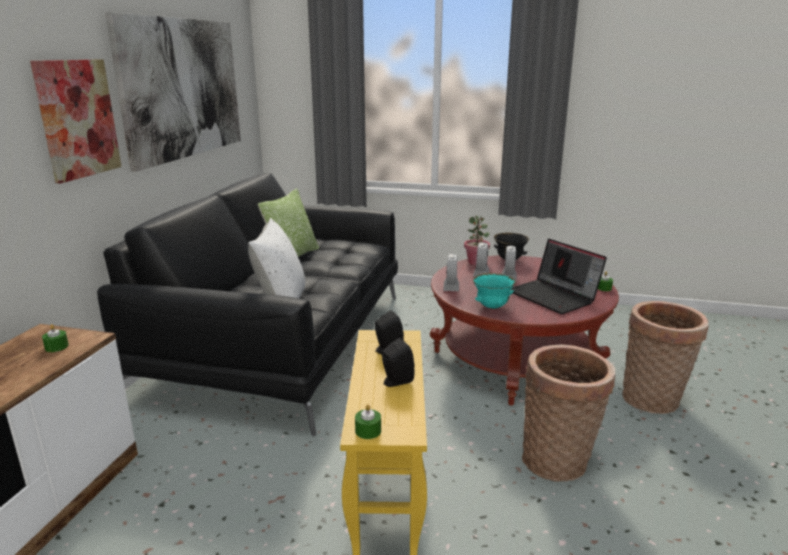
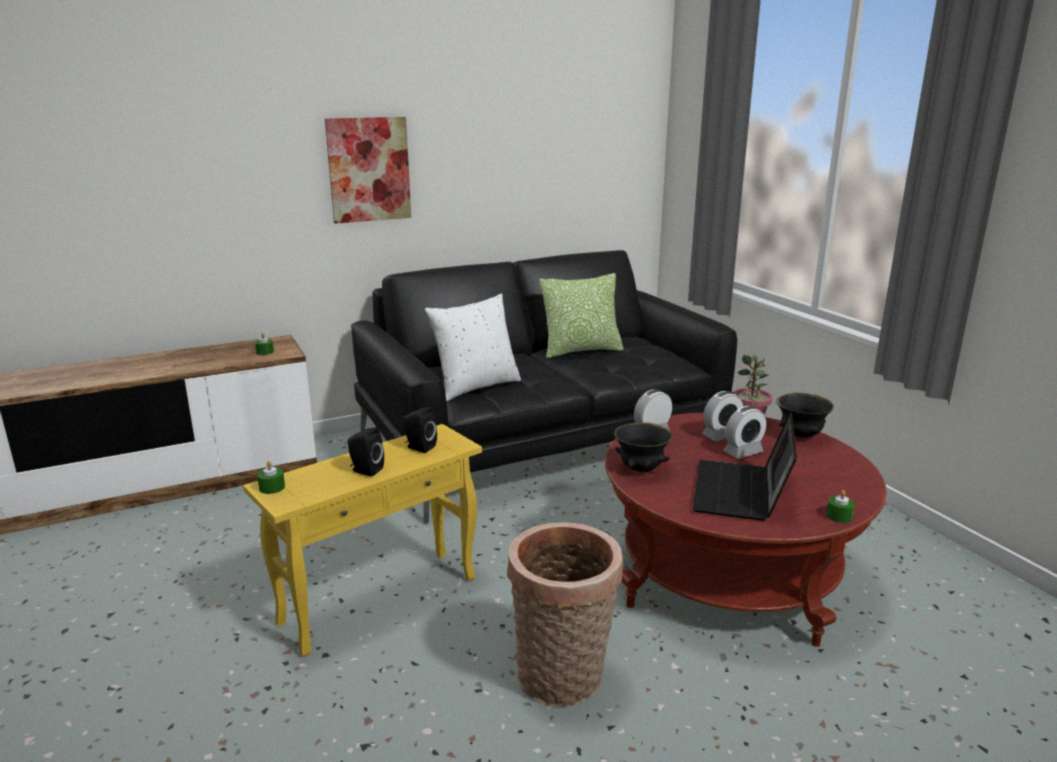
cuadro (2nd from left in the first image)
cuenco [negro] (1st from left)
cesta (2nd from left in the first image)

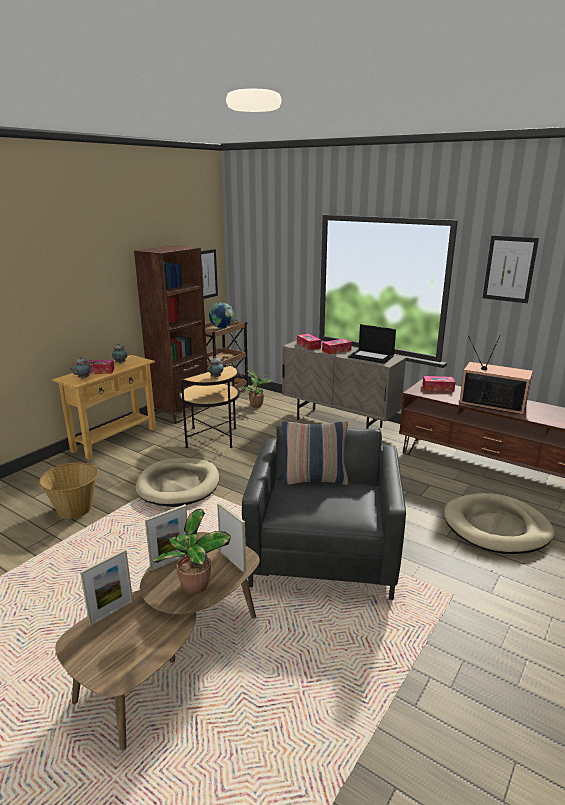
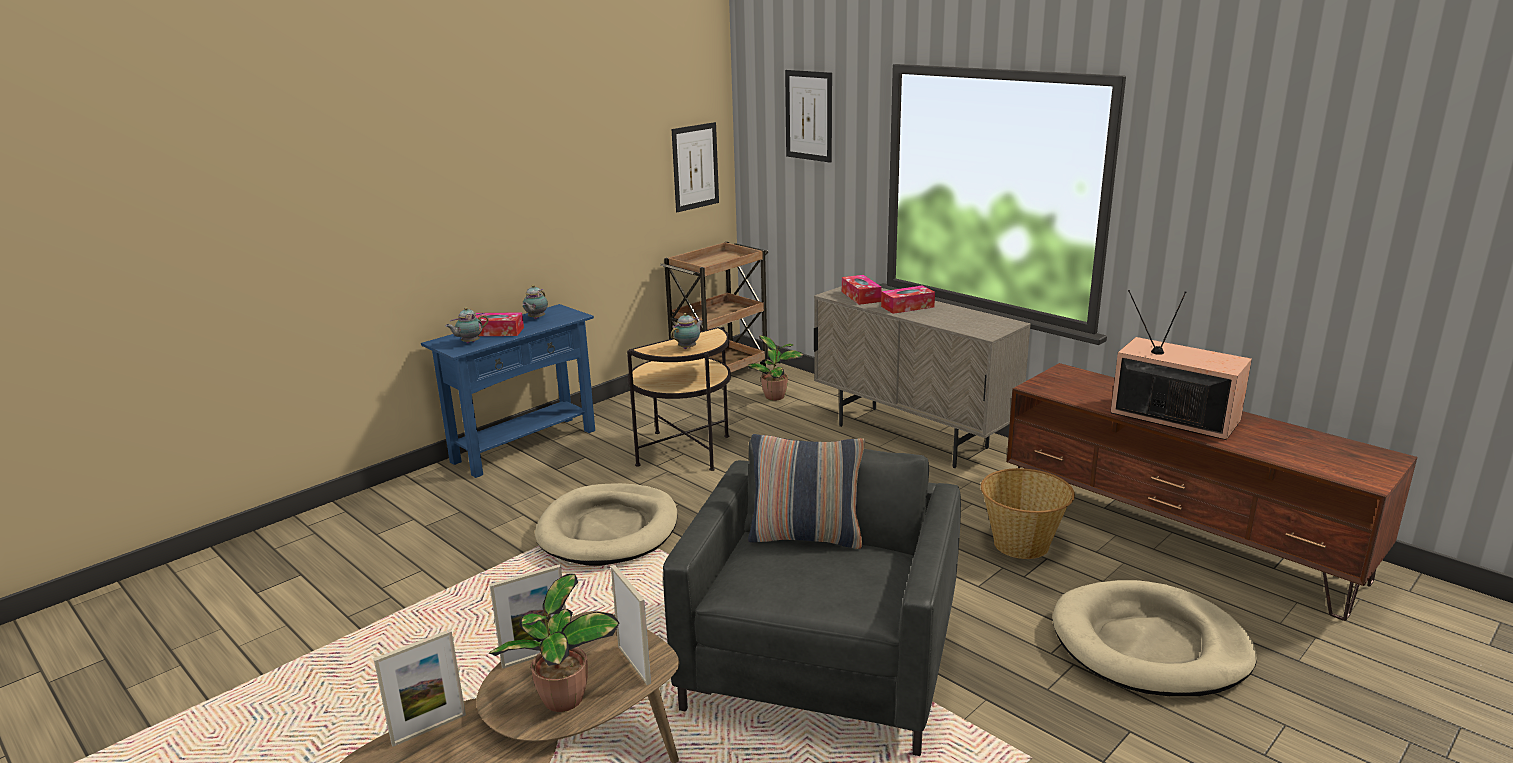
cesta
mesa consola [azul]
estantería [marrón]
globo terráqueo
portátil
caja de pañuelos (4th from left in the first image)
cuadro (2nd from left)

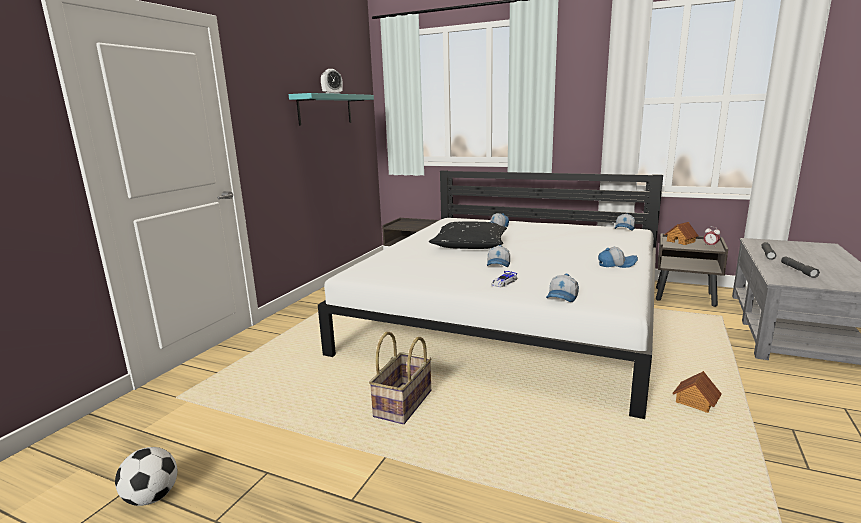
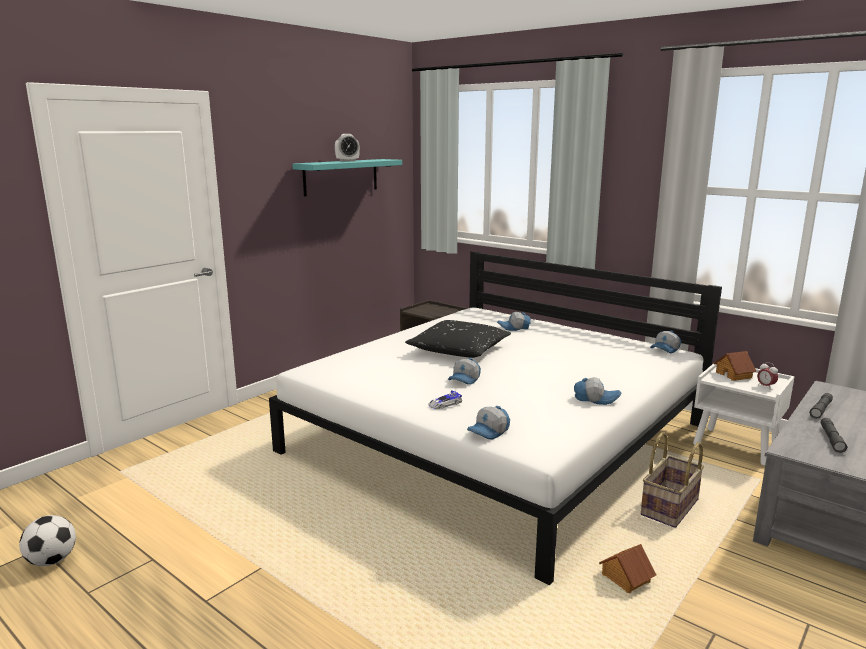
cesta
mesita de noche [blanco]

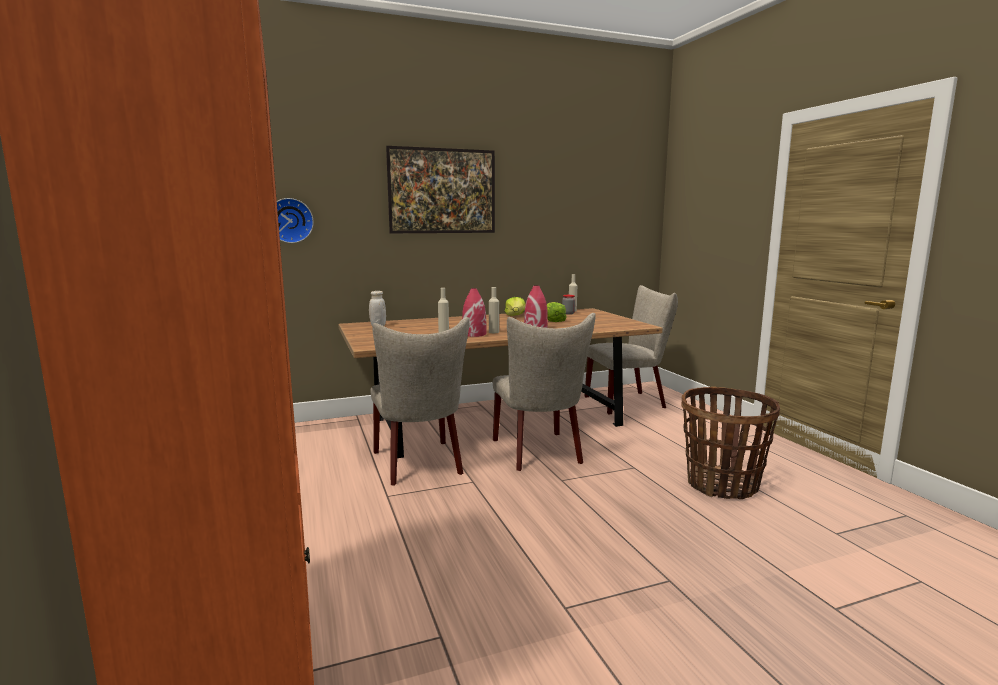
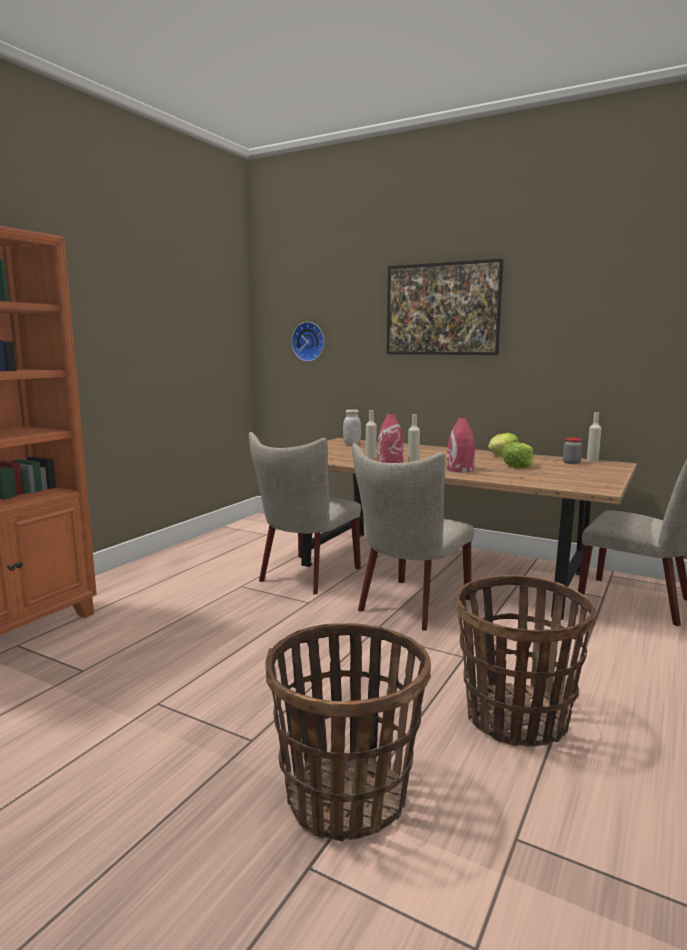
cesta (1st from left)

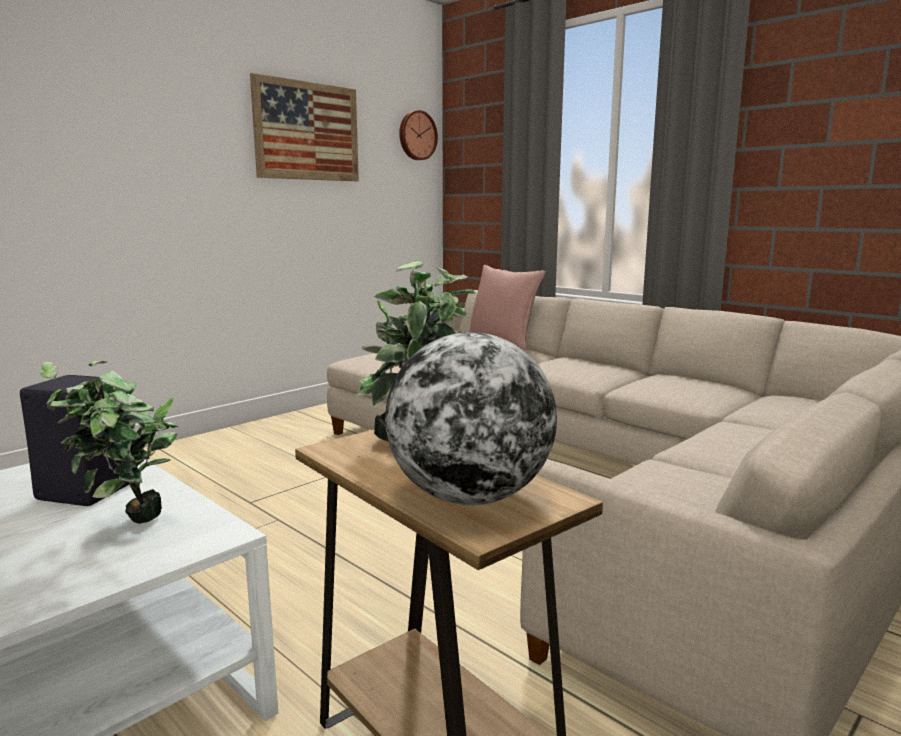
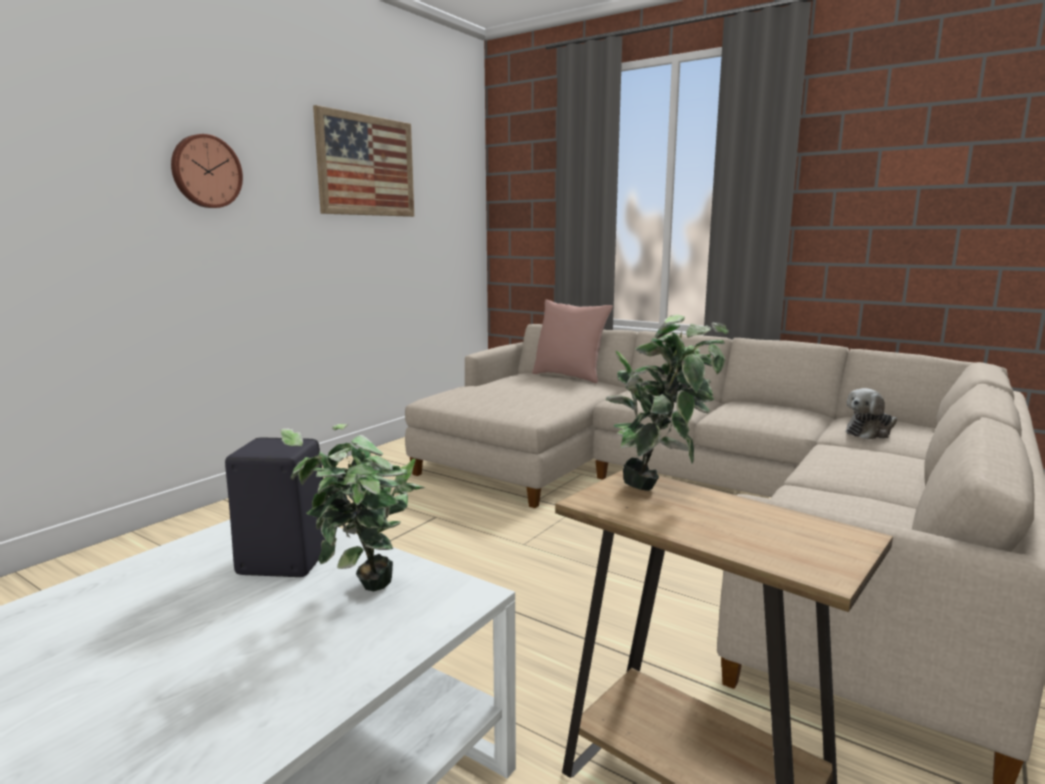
globo terráqueo
reloj de pared
peluche

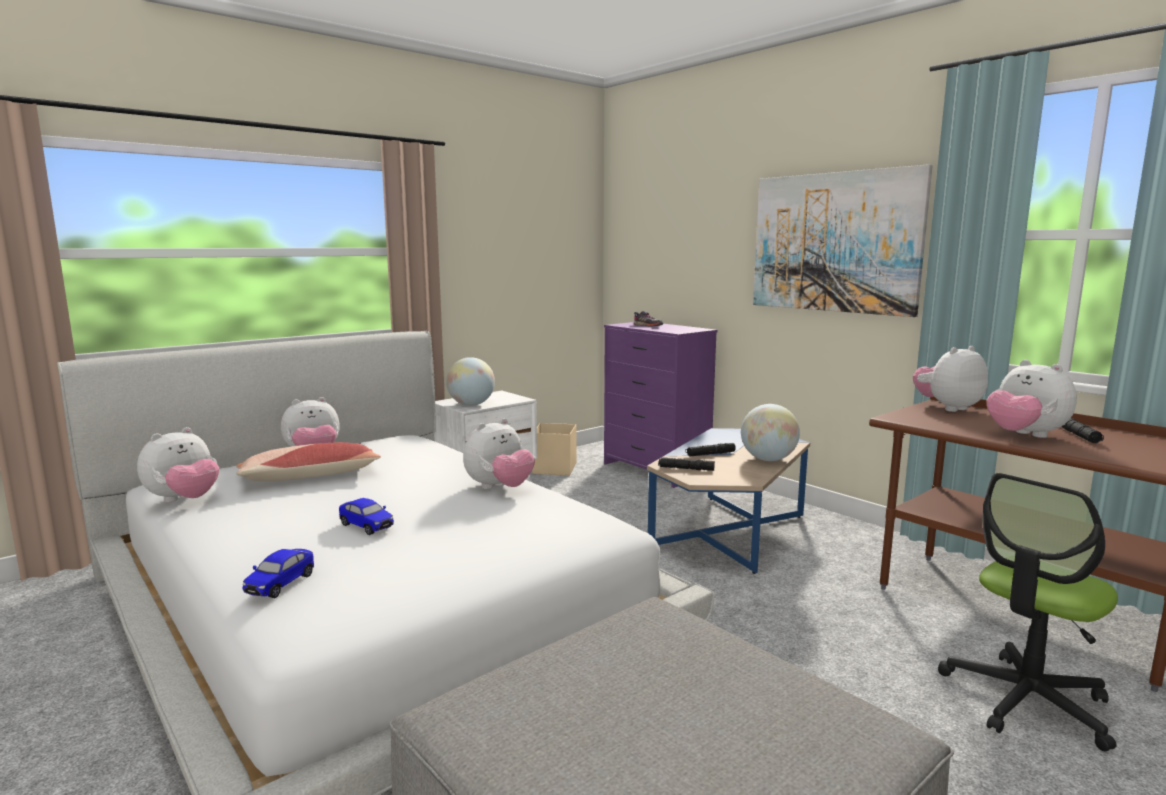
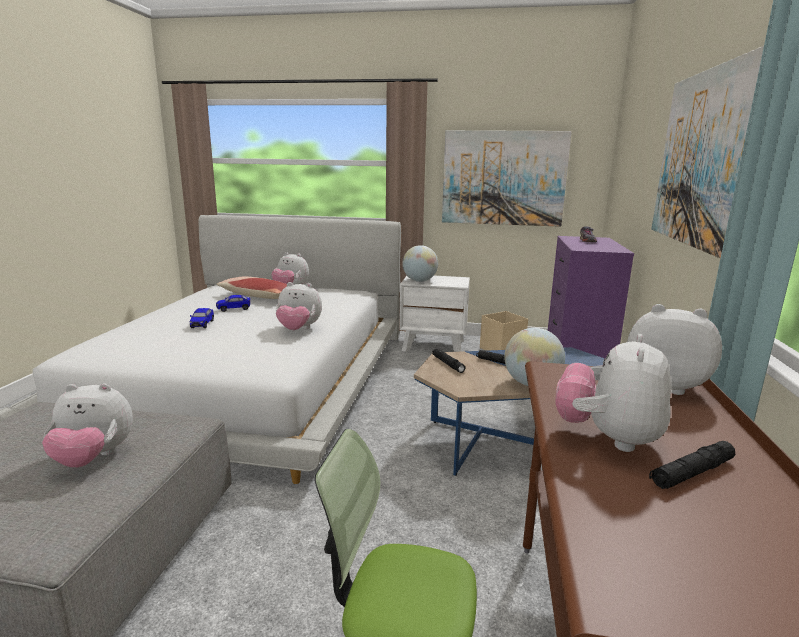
peluche (1st from left)
coche de juguete (2nd from left)
cuadro (1st from left)

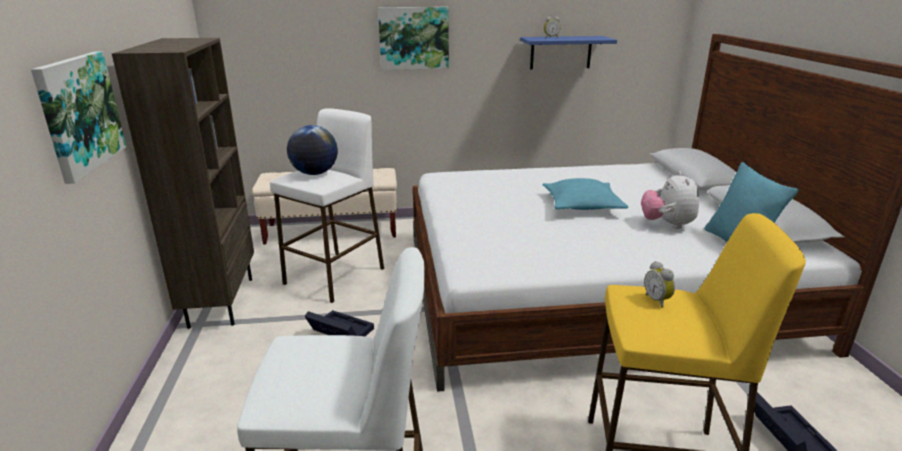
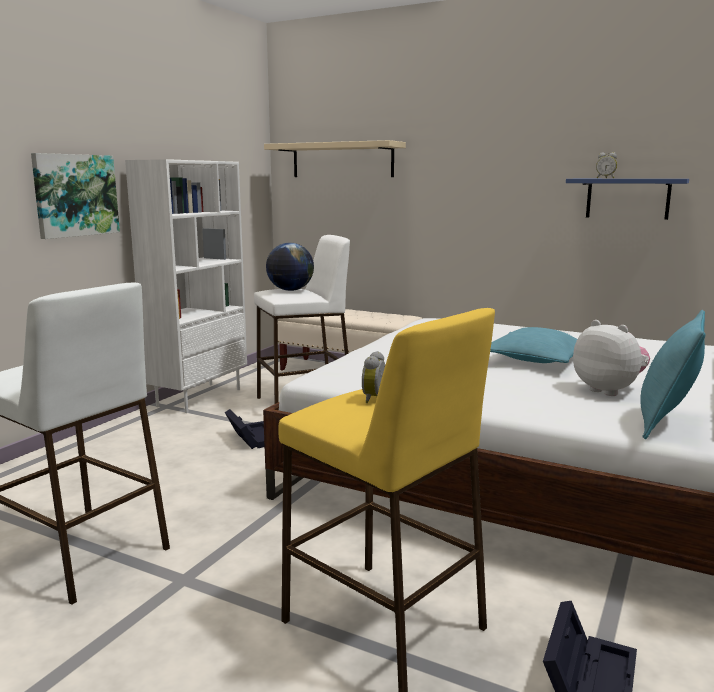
estantería [blanco]
cuadro (2nd from left in the first image)
peluche
estante [beis]

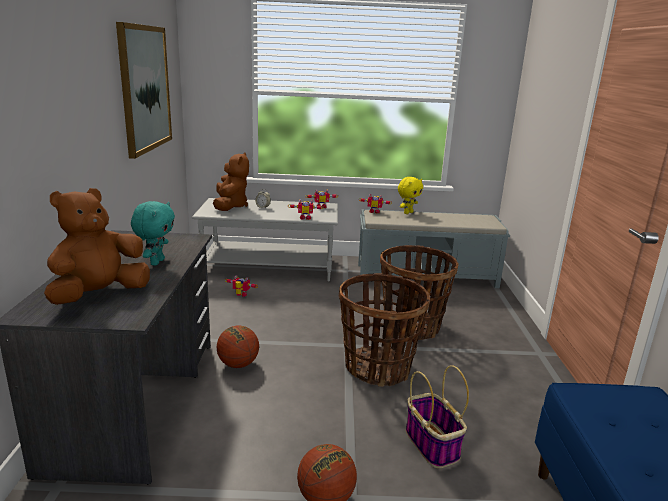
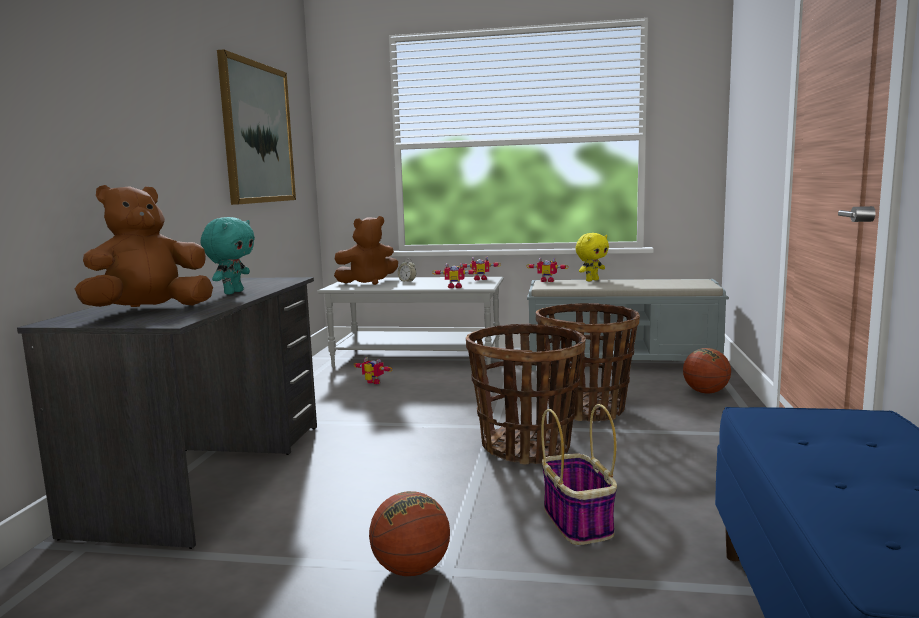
peluche [marrón] (2nd from left)
balón de baloncesto (2nd from left)

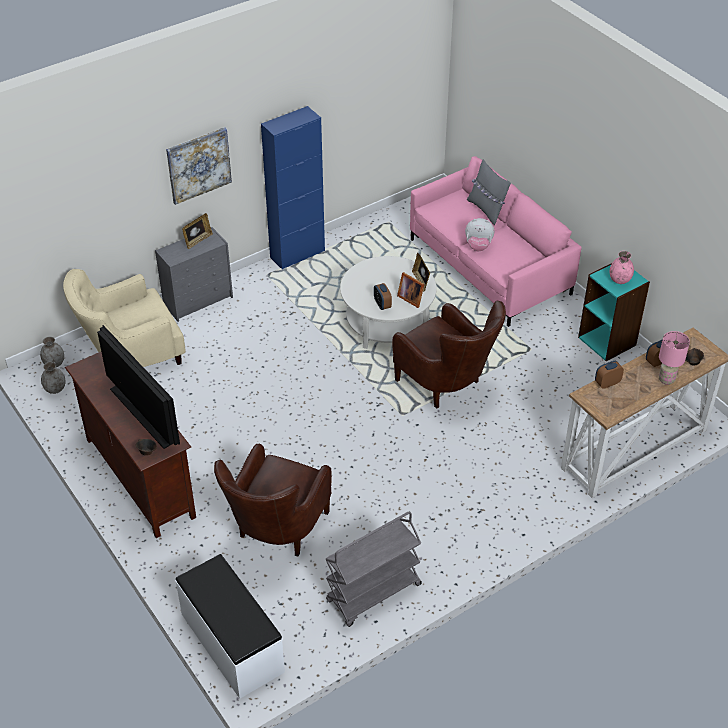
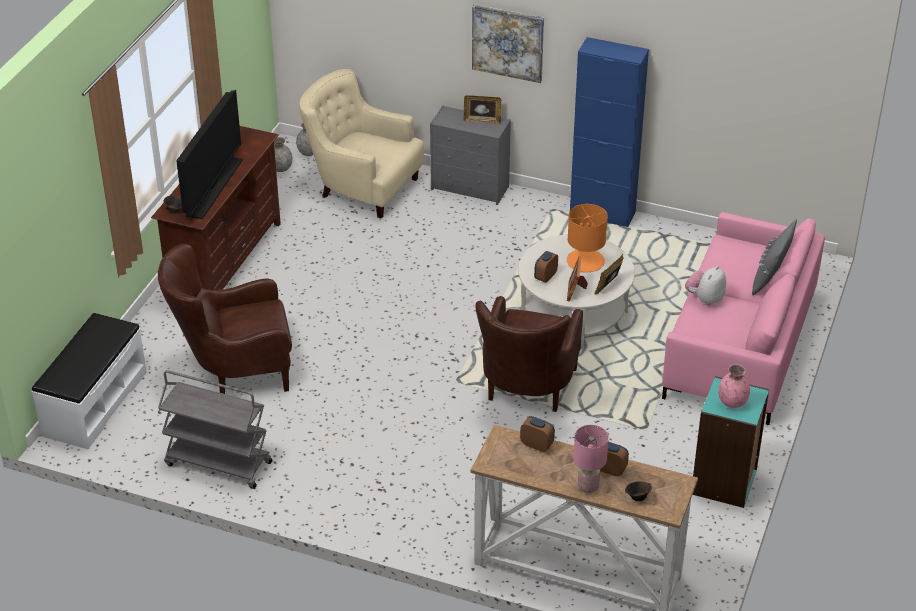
peluche
lámpara de mesa [naranja]

